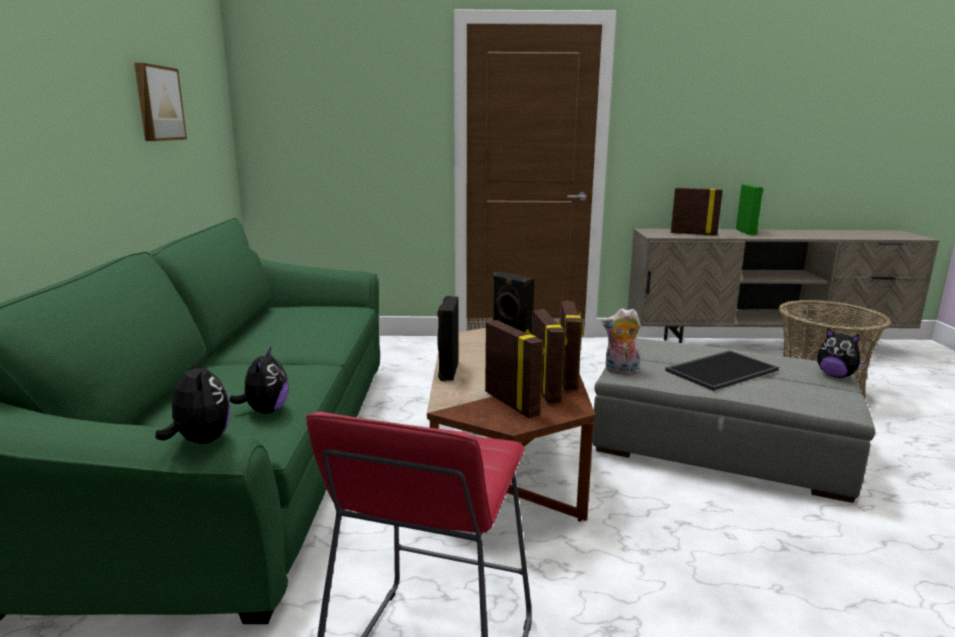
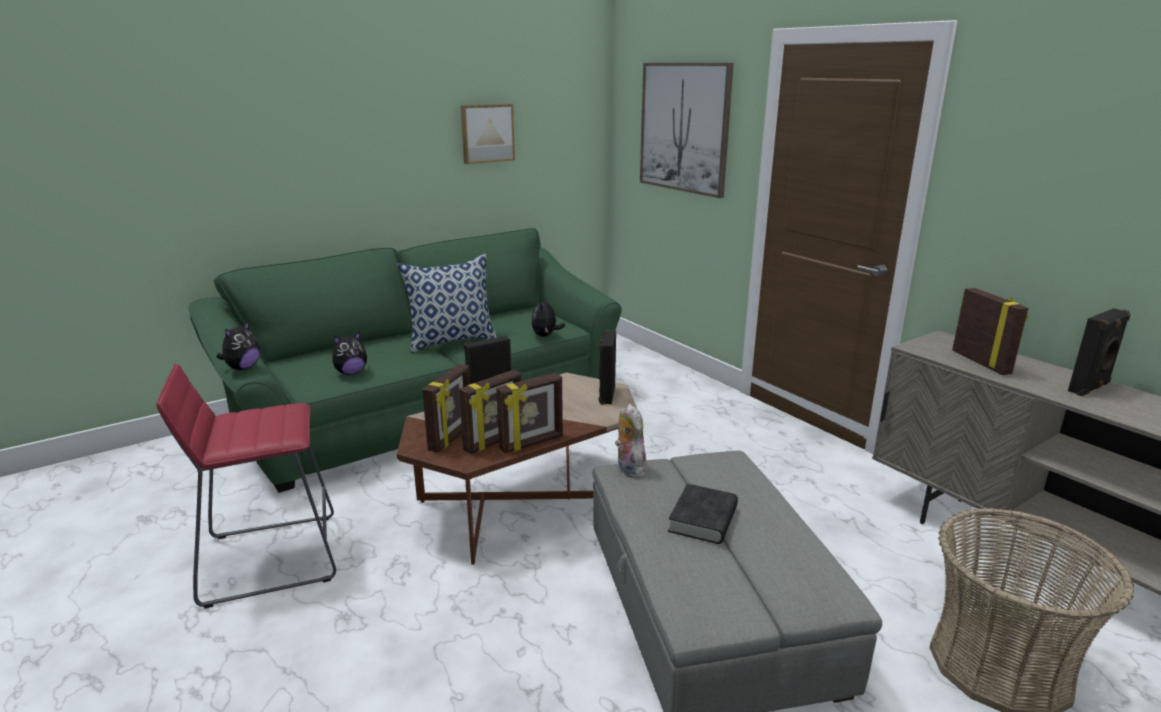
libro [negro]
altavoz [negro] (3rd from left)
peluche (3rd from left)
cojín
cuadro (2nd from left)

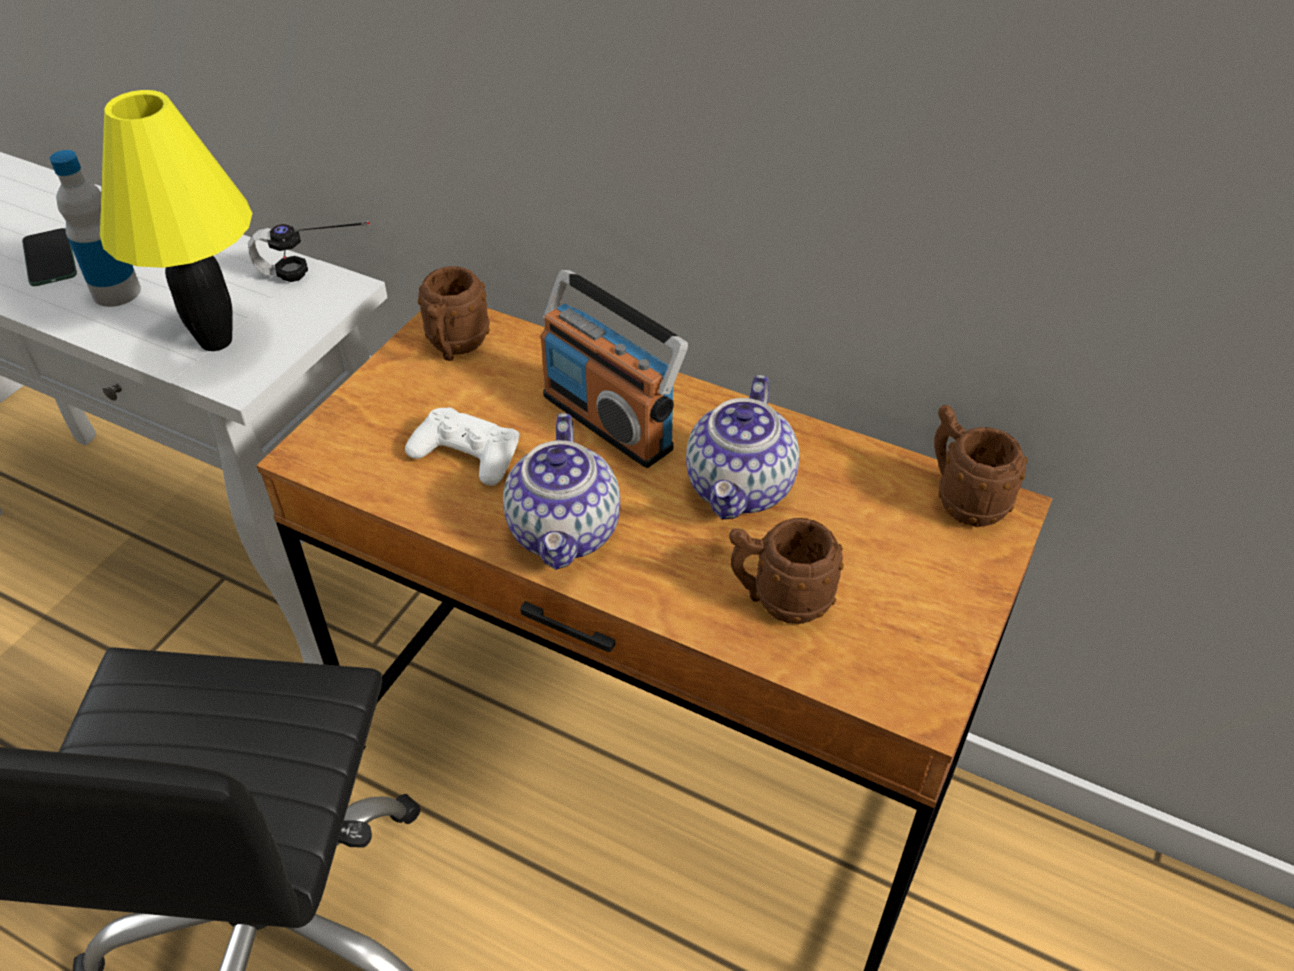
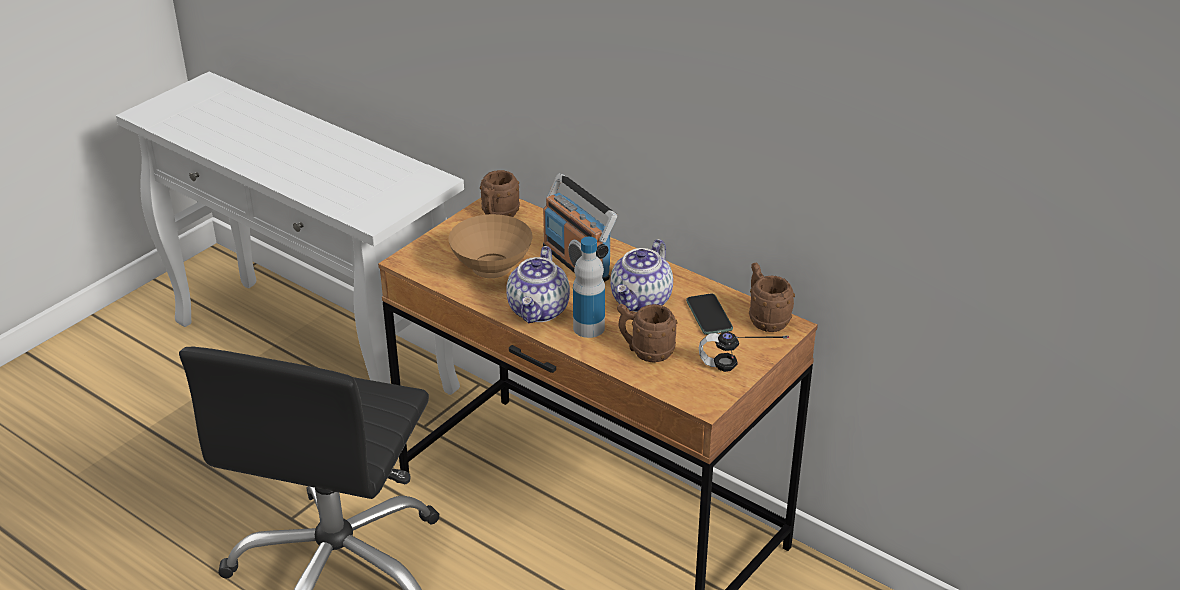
móvil
botella
lámpara de mesa [amarillo]
auriculares
cuenco [marrón]

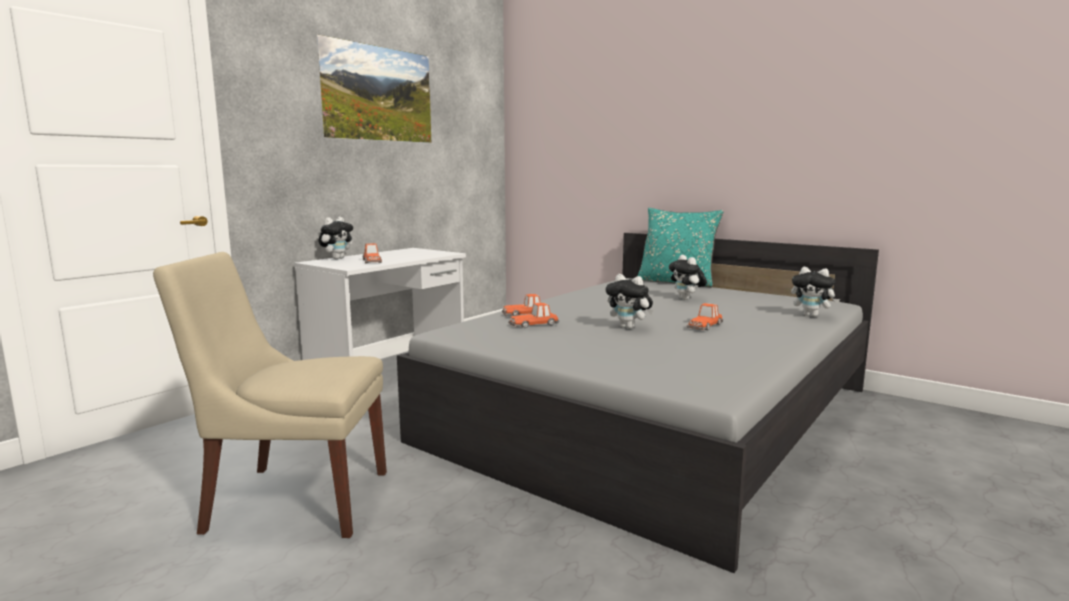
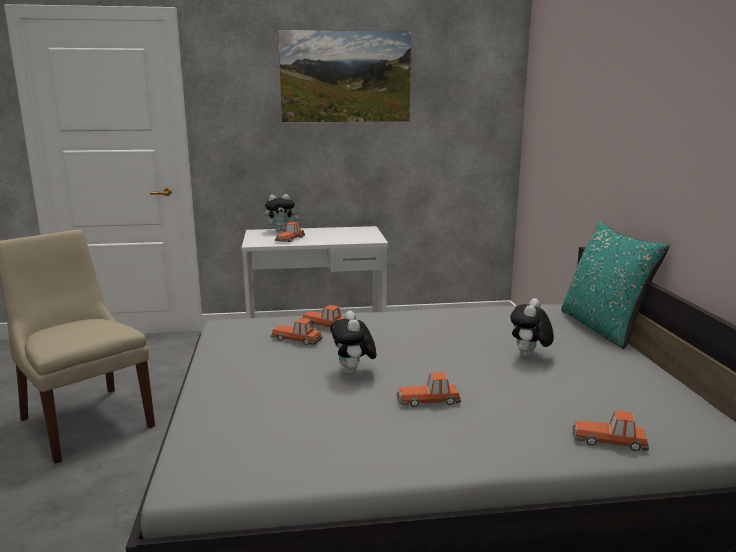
coche de juguete (5th from left)

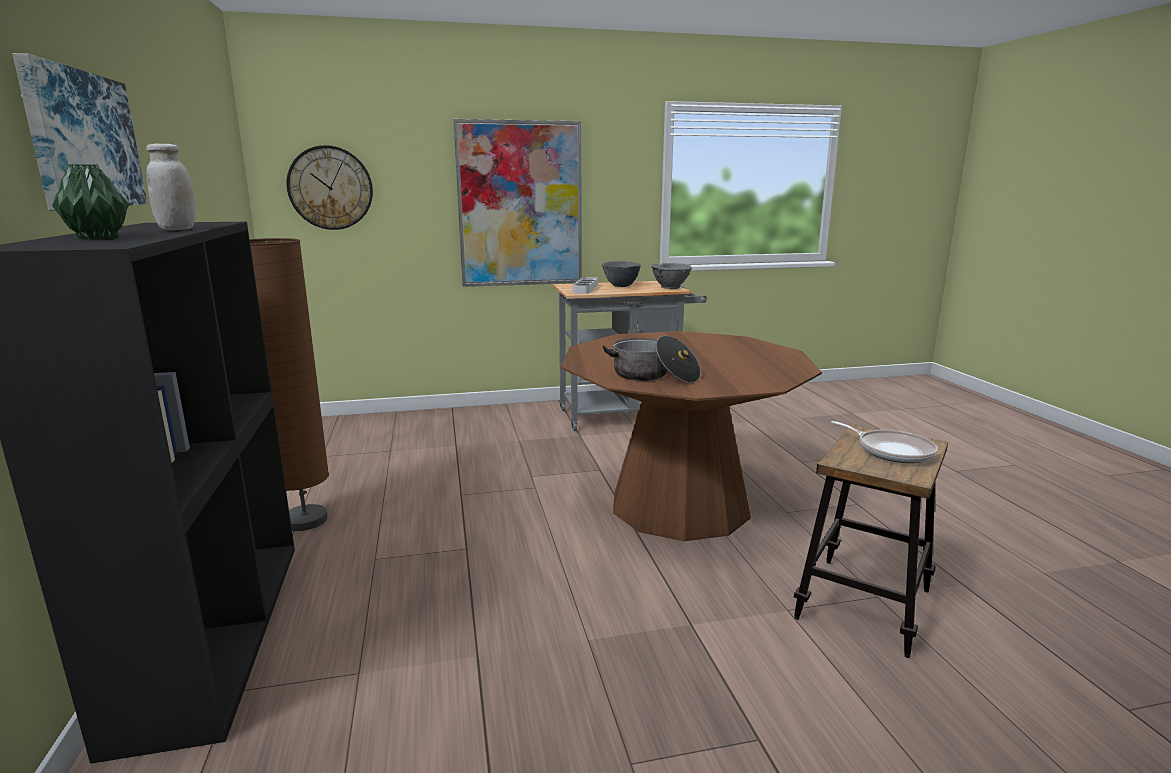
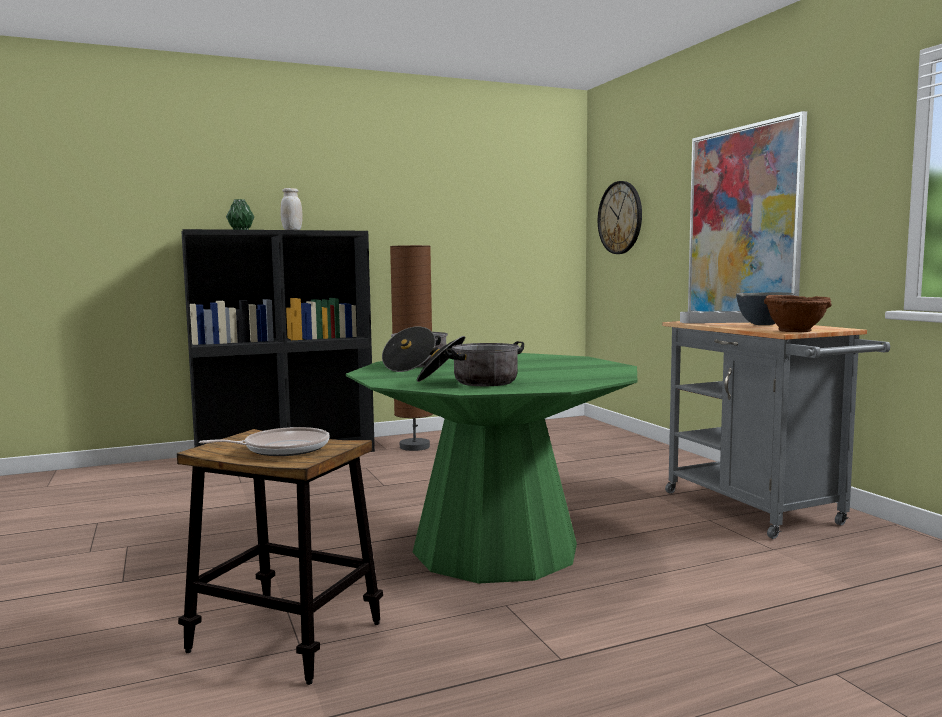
cuadro (1st from left in the first image)
mesa de comedor [verde]
cuenco [marrón]
sartén
olla (2nd from left)

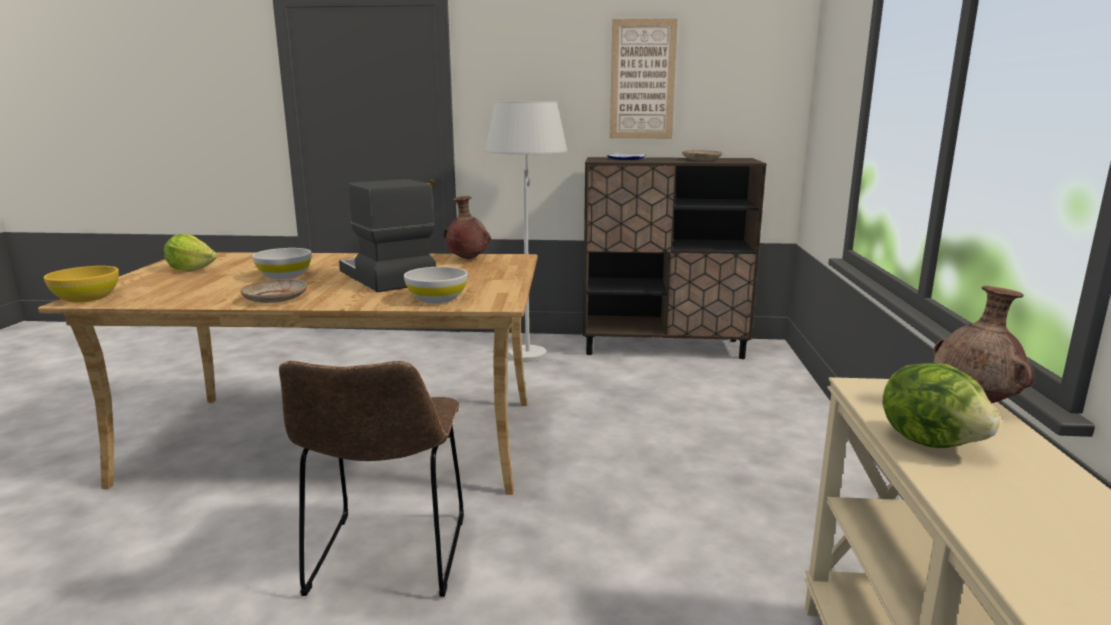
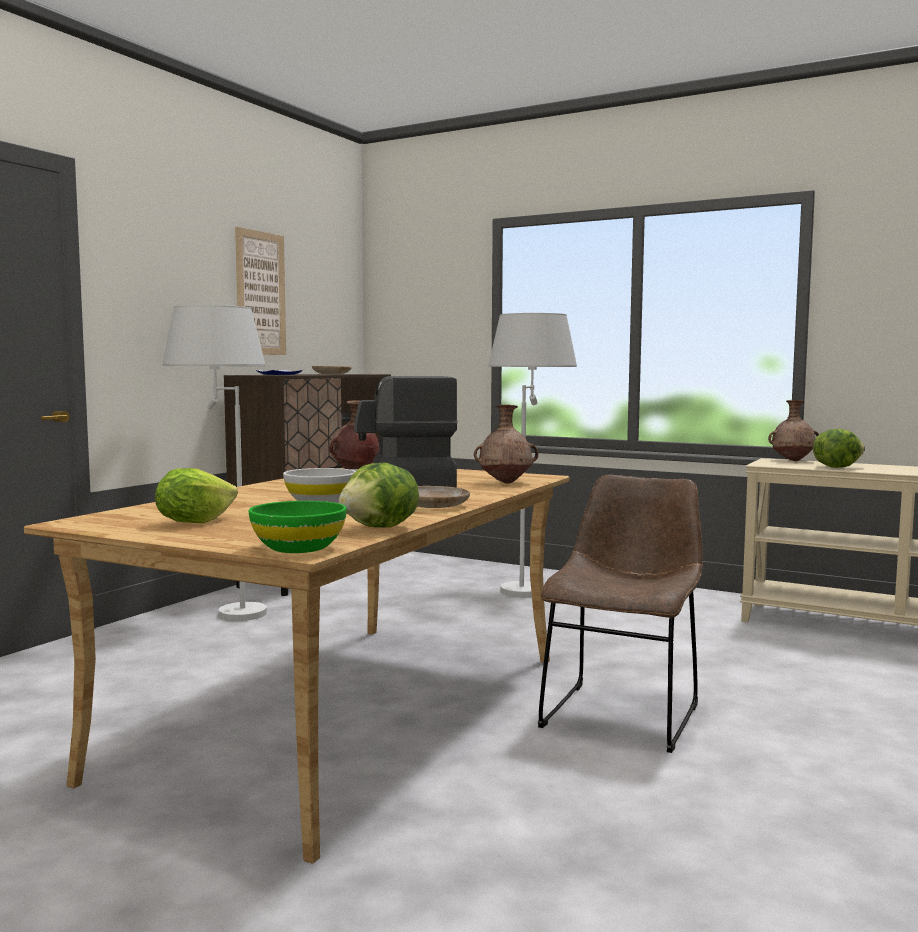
cuenco [verde]
silla [marrón]
florero [marrón] (2nd from left)
lechuga (2nd from left)
lámpara de pie [blanco] (2nd from left)

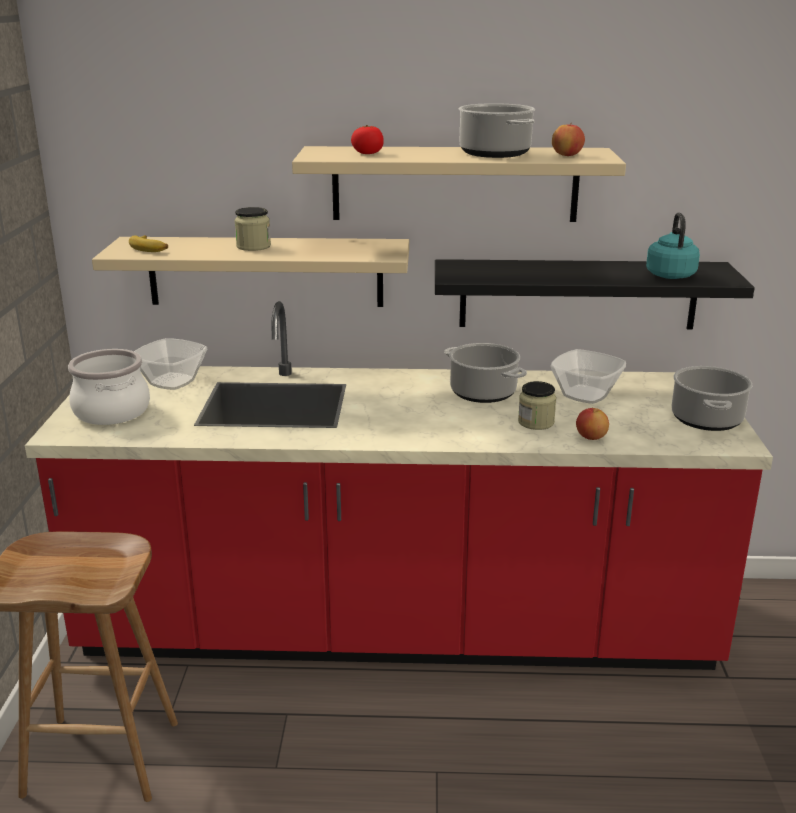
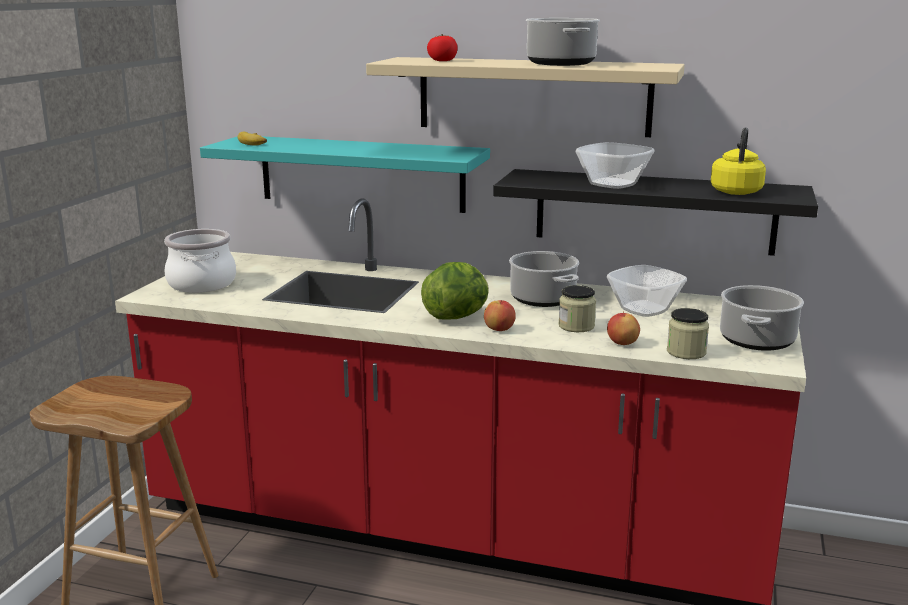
estante [turquesa]
cuenco (1st from left)
tarro (2nd from left)
manzana (1st from left)
hervidor [amarillo]
lechuga

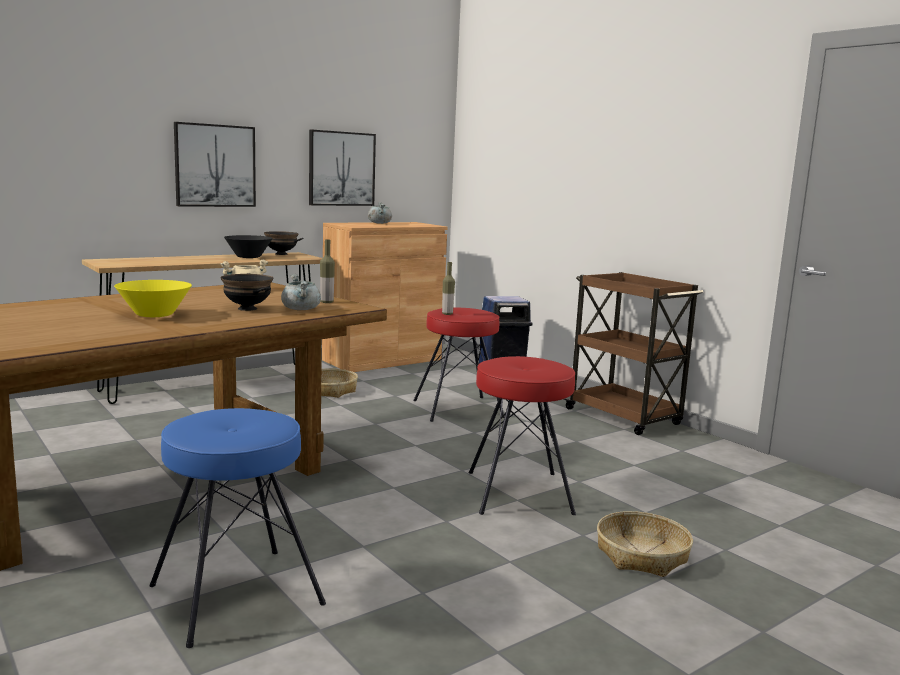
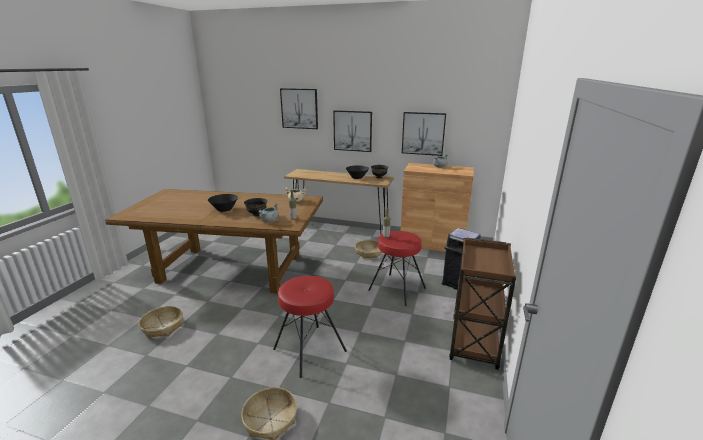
cuenco [negro] (1st from left)
cesta (1st from left)
cuadro (1st from left)

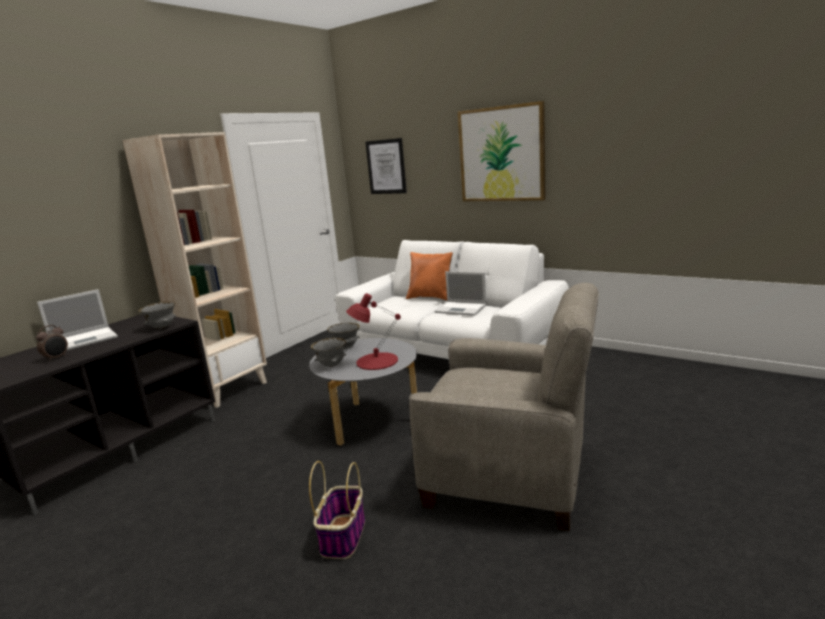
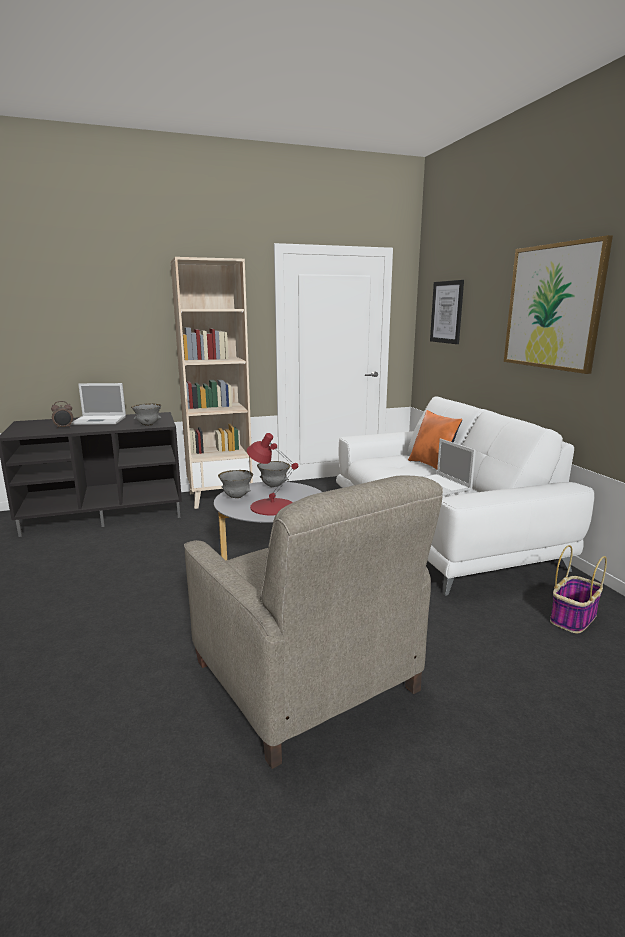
cesta

